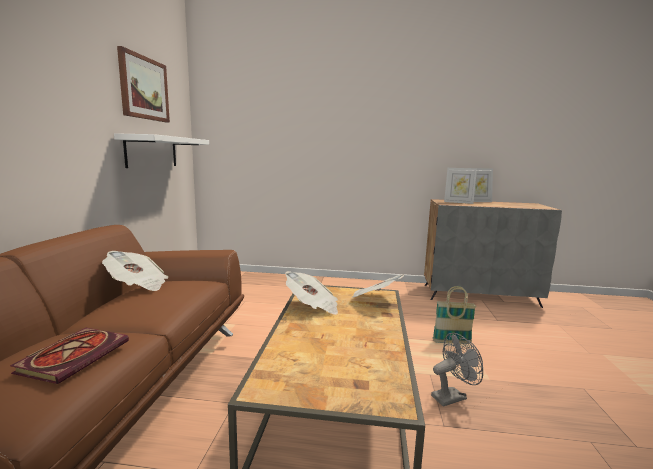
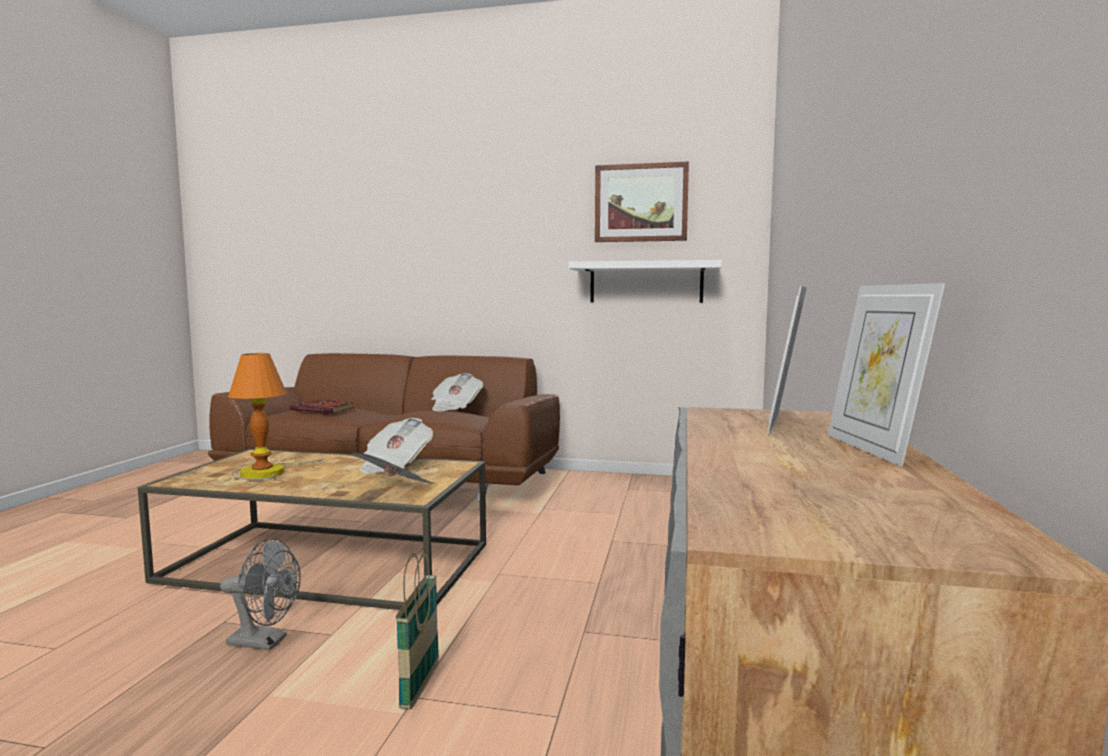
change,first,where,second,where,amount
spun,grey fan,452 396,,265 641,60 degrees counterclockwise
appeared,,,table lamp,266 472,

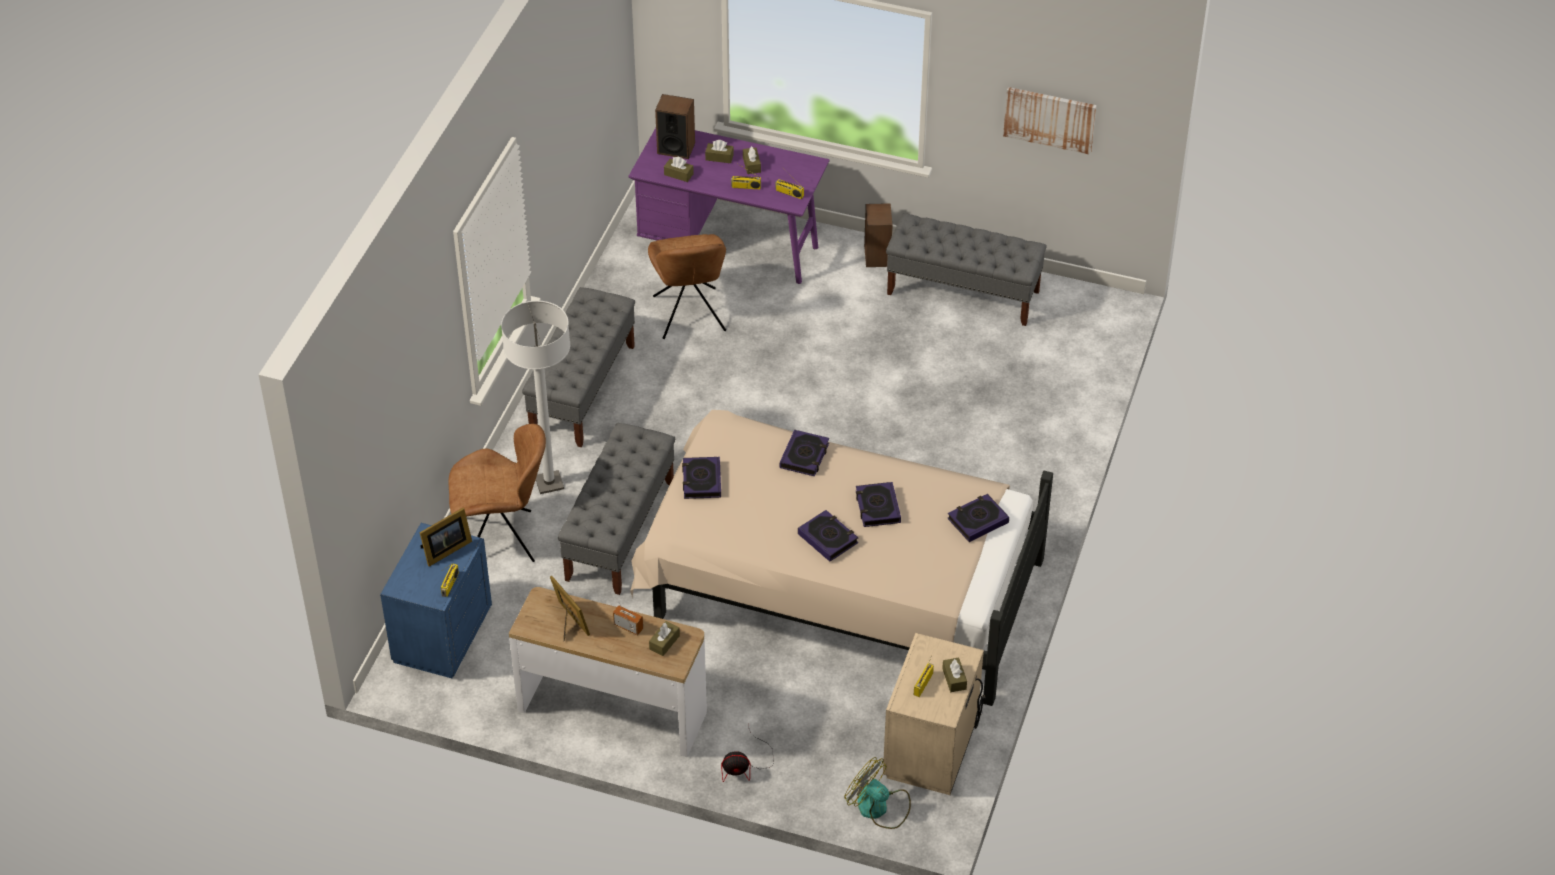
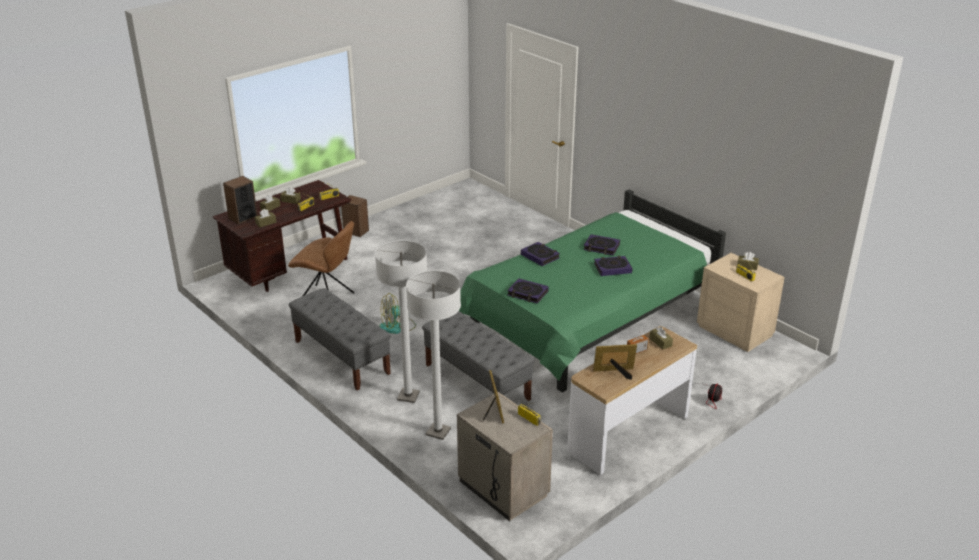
change,first,where,second,where,amount
colour,blue nightstand,441 635,beige nightstand,502 489,
exchanged,brown chair,502 539,white floor lamp,438 432,
colour,purple desk,731 247,brown desk,290 270,
colour,beige bed,836 585,green bed,589 321,
relocated,fan,879 807,,397 327,
missing,grey bench,963 292,,,
missing,book,977 520,,,
missing,picture,1049 119,,,

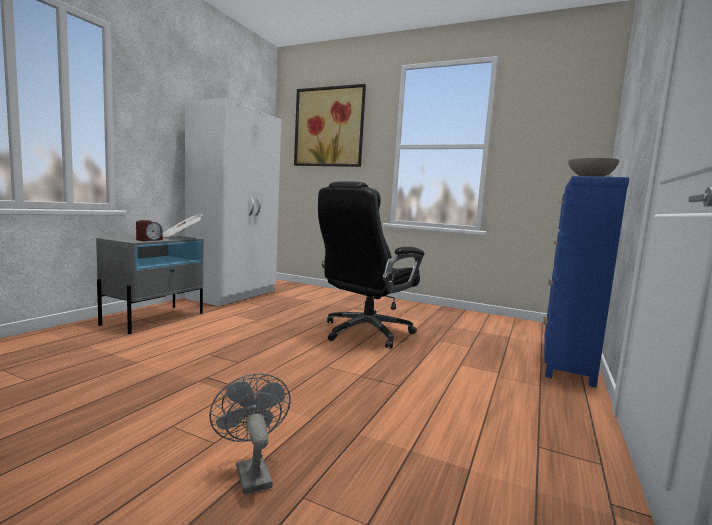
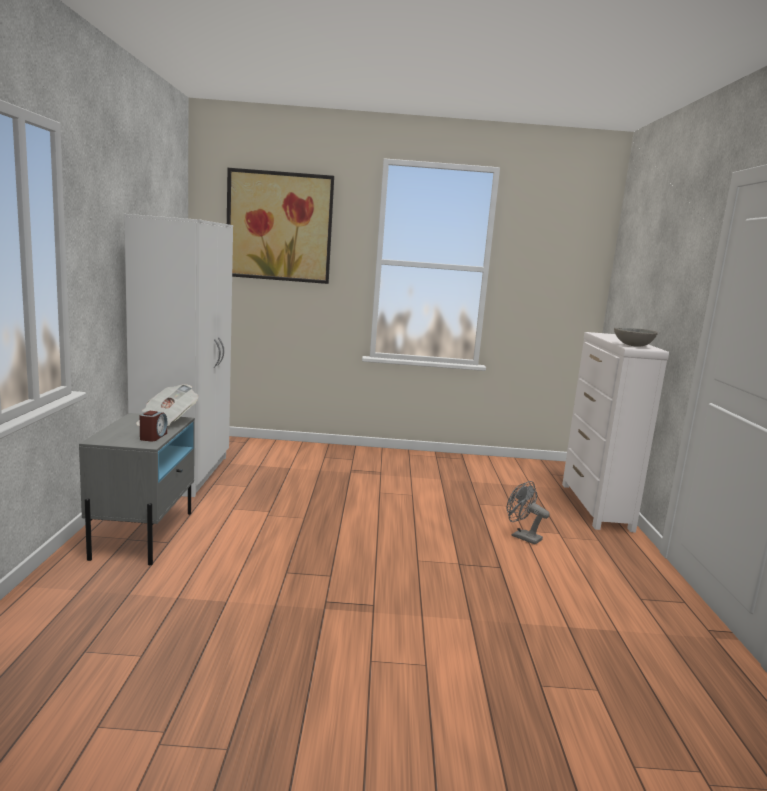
change,first,where,second,where,amount
relocated,grey fan,251 472,,522 537,
missing,black office chair,365 332,,,
colour,blue dresser,566 360,white dresser,595 506,

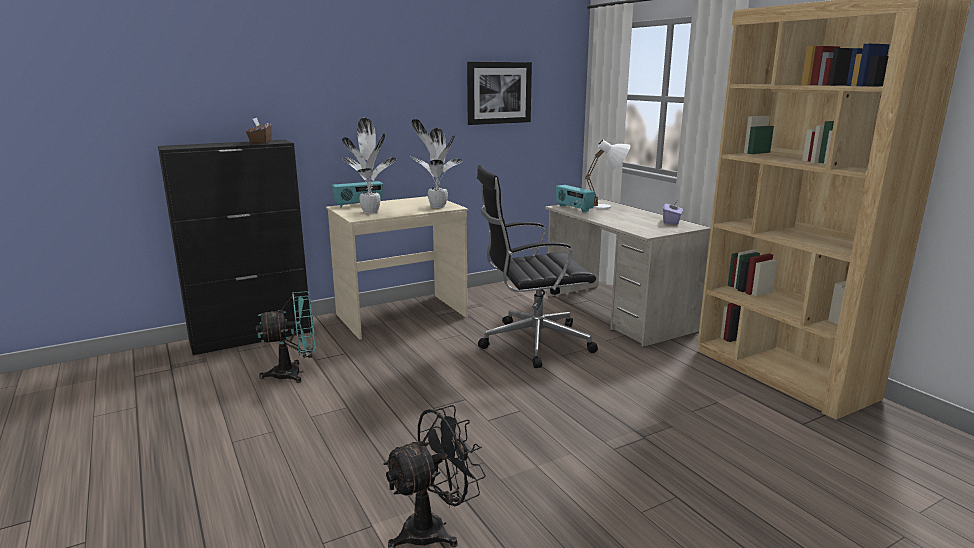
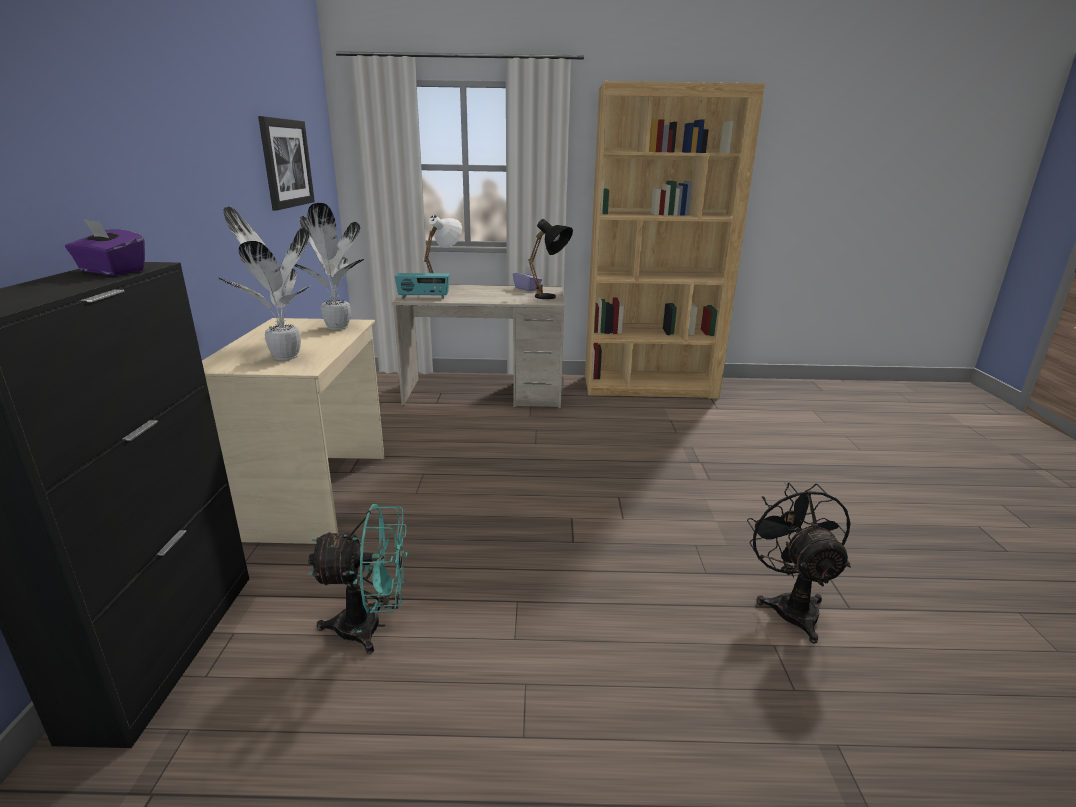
change,first,where,second,where,amount
colour,brown tissue box,260 142,purple tissue box,111 271,
spun,turquoise fan,294 373,,371 626,75 degrees clockwise
missing,radio,359 205,,,
missing,black office chair,532 342,,,
appeared,,,black table lamp,551 298,

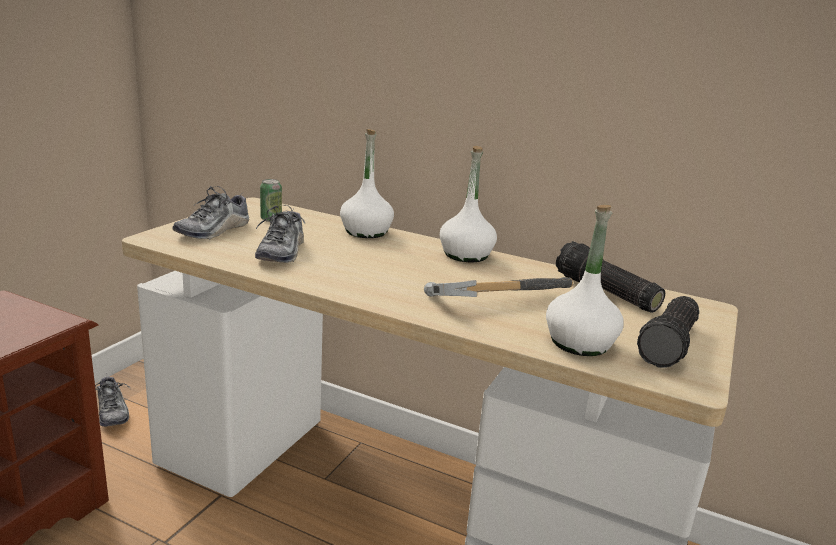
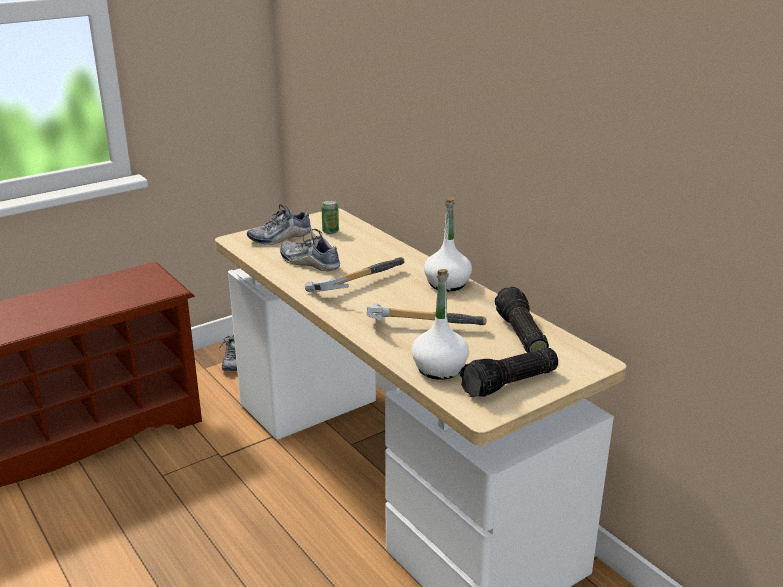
change,first,where,second,where,amount
spun,shoe,282 252,,309 262,90 degrees clockwise
missing,white bottle,366 232,,,
appeared,,,hammer,354 284,

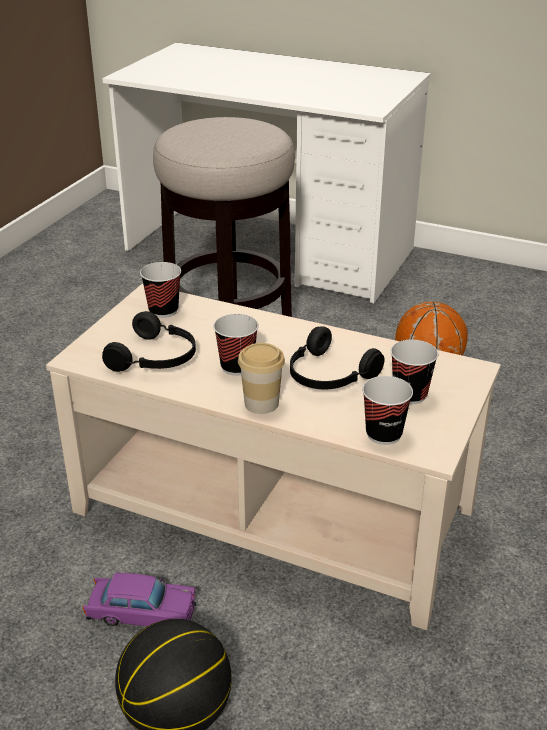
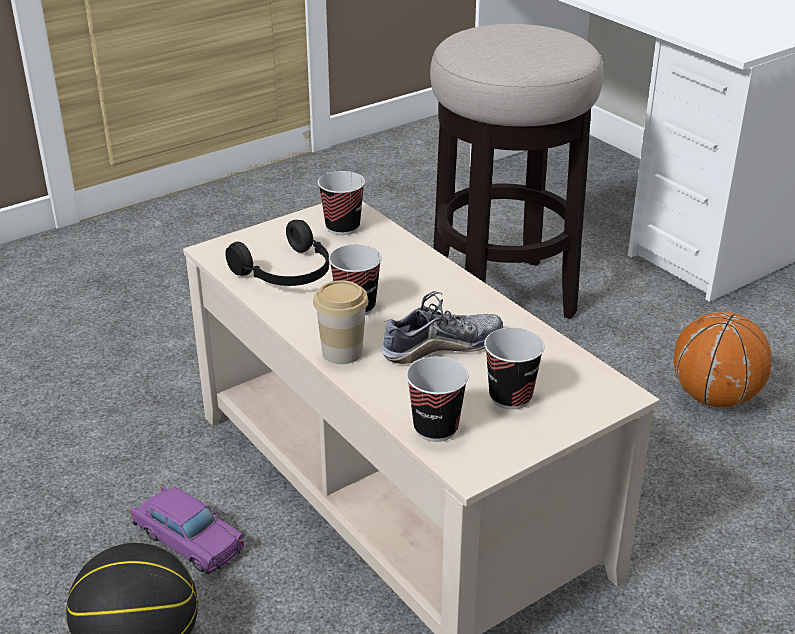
change,first,where,second,where,amount
exchanged,black headphones,328 376,shoe,441 346,

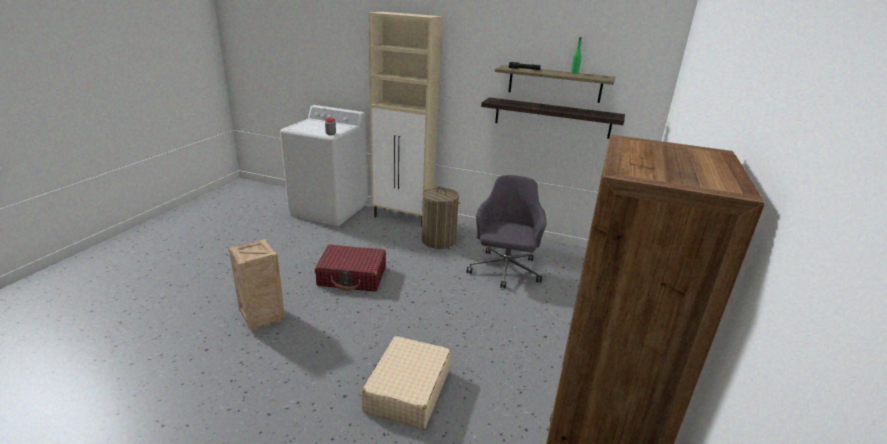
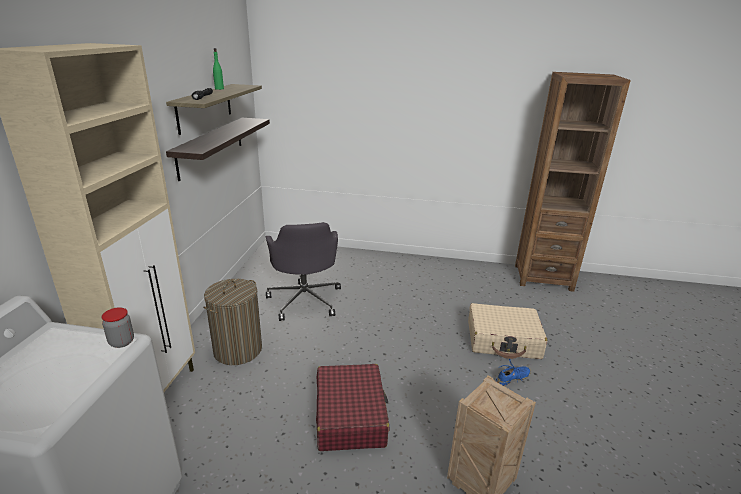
change,first,where,second,where,amount
spun,grey office chair,504 271,,305 299,105 degrees counterclockwise
appeared,,,blue shoe,512 379,

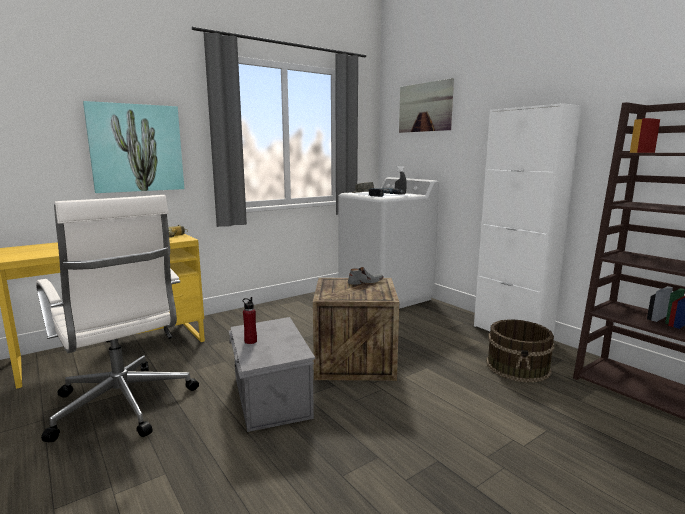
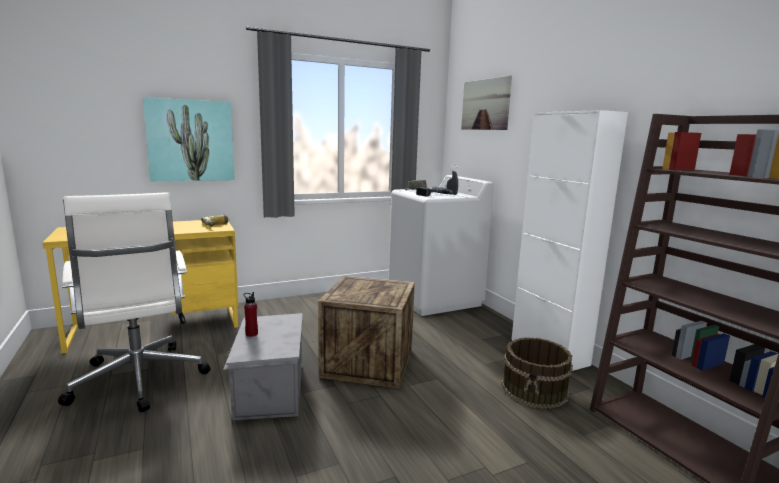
change,first,where,second,where,amount
missing,grey shoe,365 282,,,

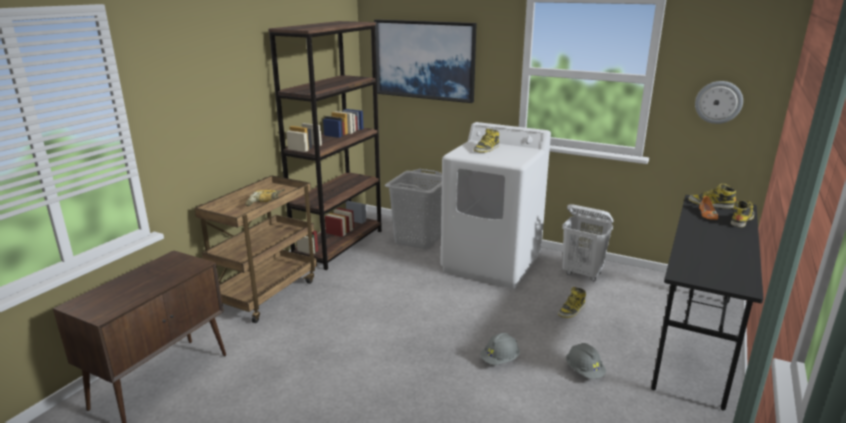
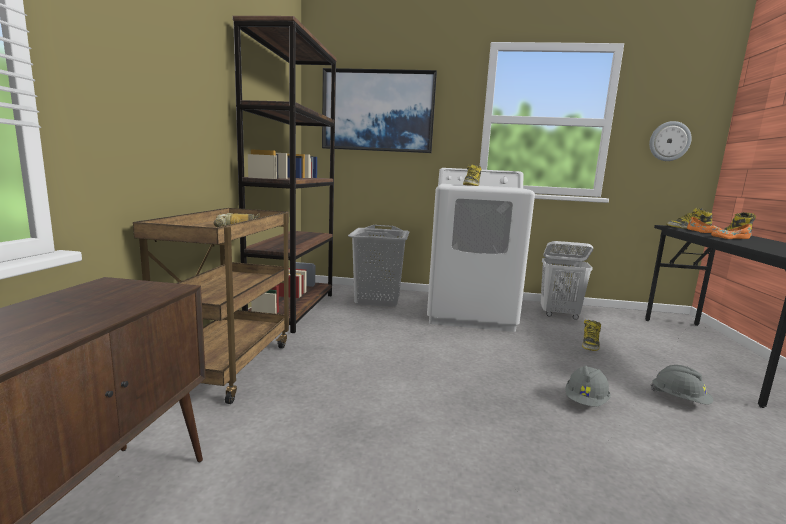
change,first,where,second,where,amount
appeared,,,orange shoe,729 238,

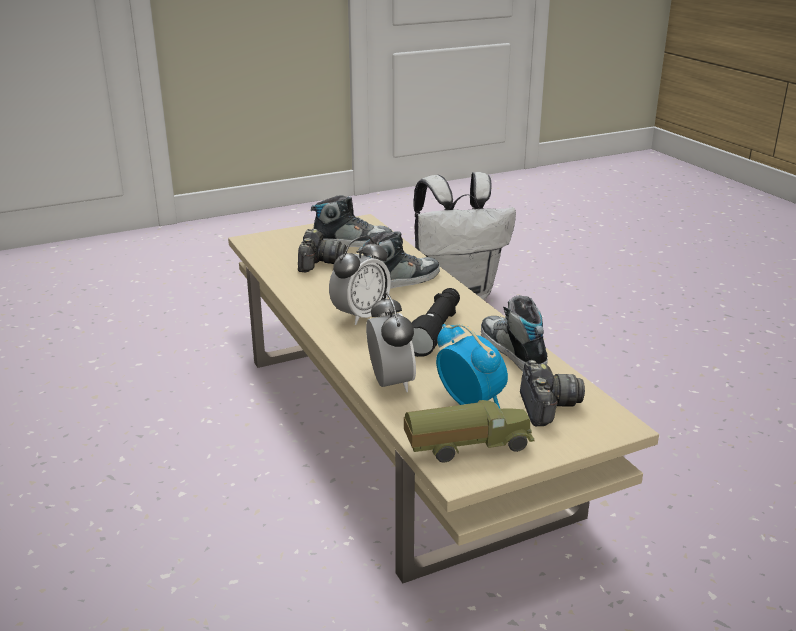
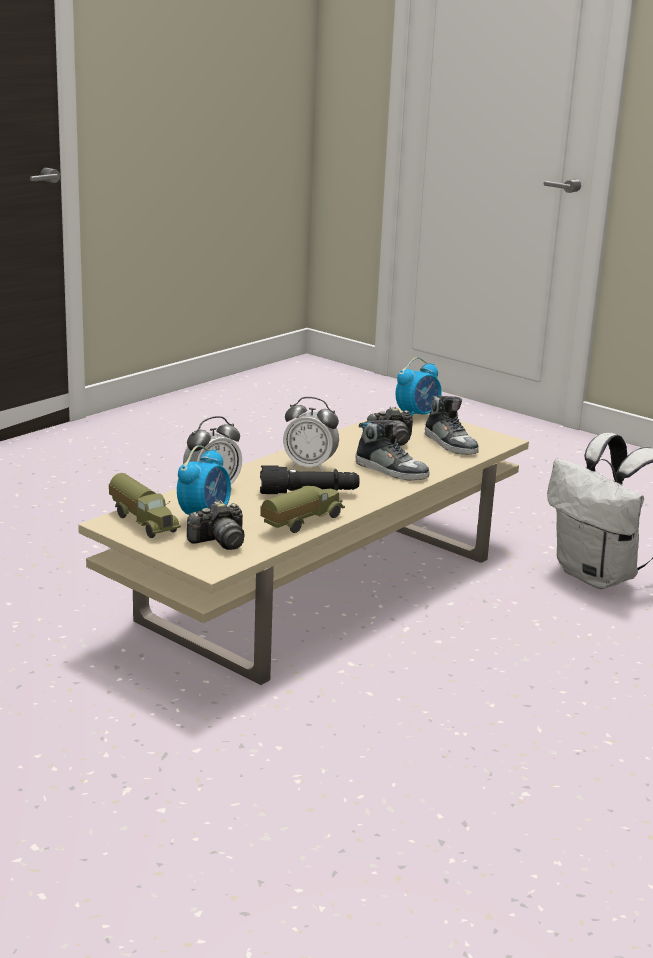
change,first,where,second,where,amount
exchanged,shoe,512 351,toy truck,301 522,
appeared,,,alarm clock,417 416,

